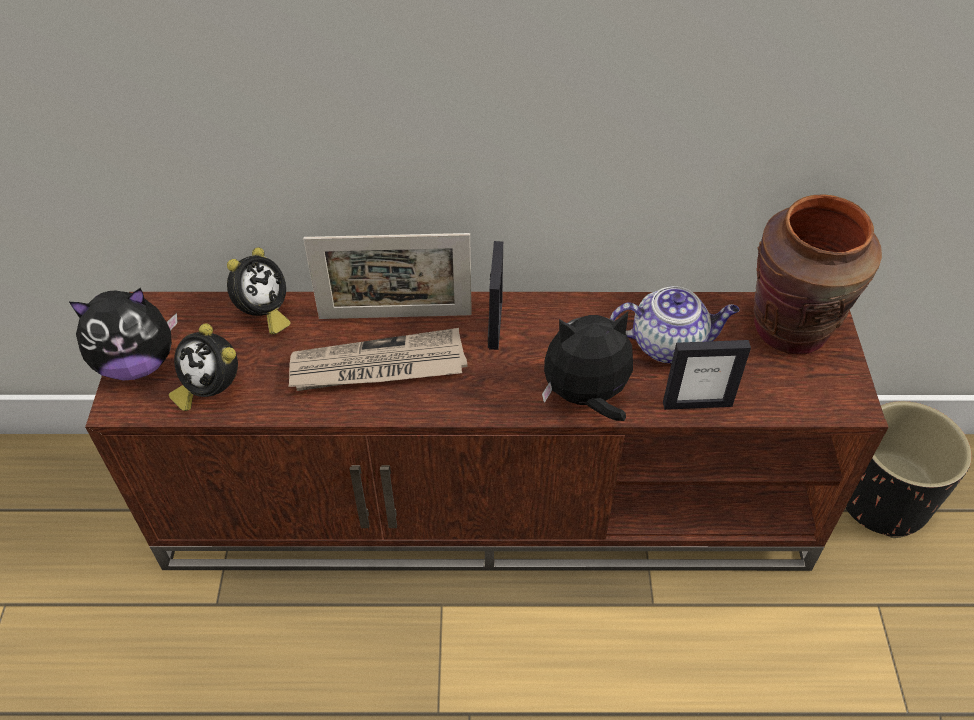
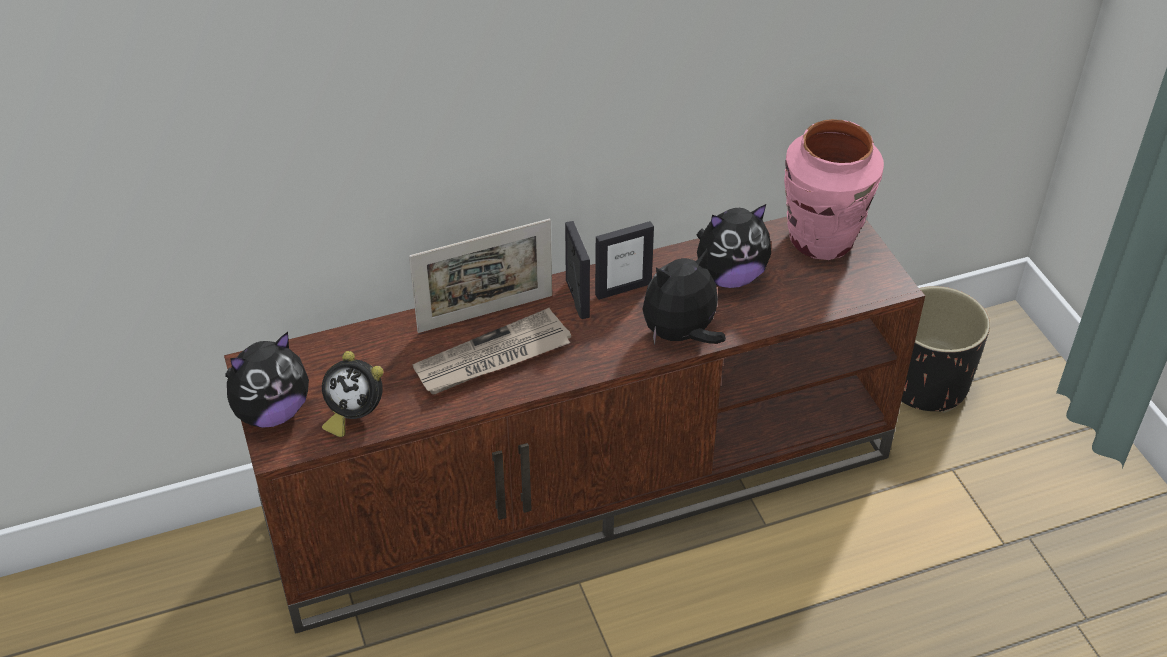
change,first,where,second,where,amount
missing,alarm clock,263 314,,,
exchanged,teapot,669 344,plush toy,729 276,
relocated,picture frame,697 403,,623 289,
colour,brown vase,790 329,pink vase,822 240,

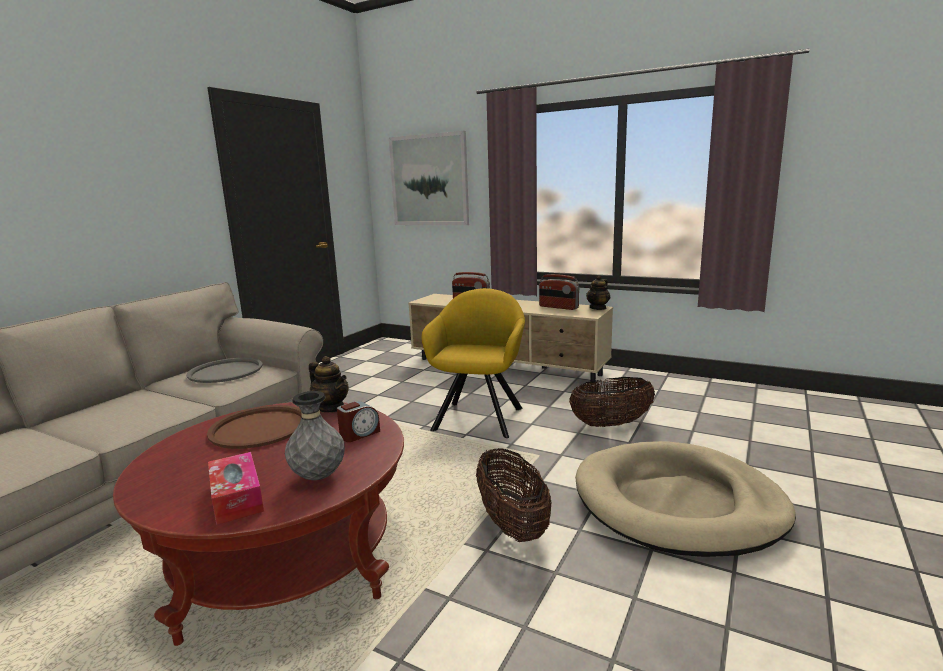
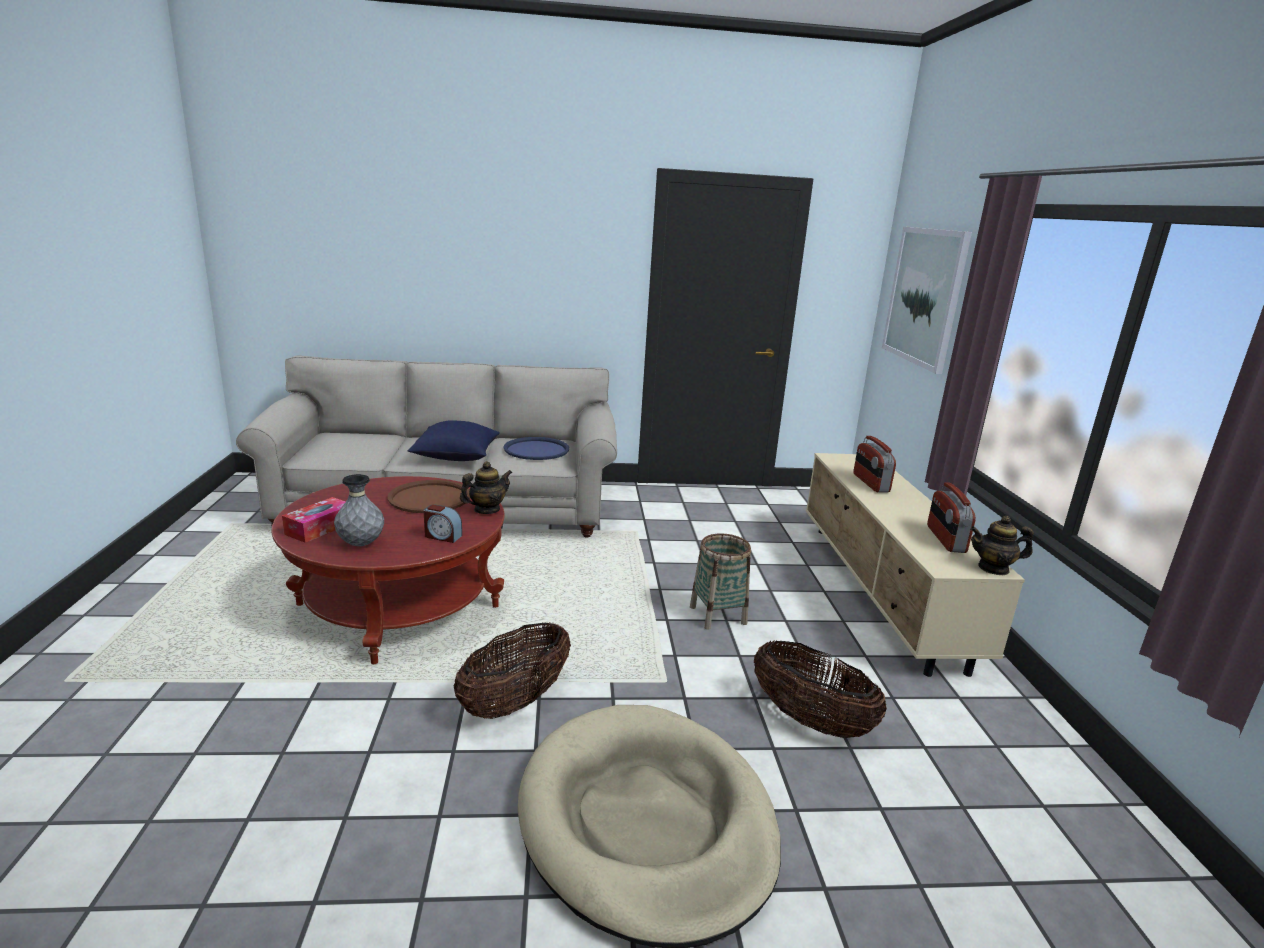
change,first,where,second,where,amount
colour,grey tray,225 371,blue tray,536 449,
spun,teapot,331 408,,486 510,135 degrees counterclockwise
exchanged,yellow armchair,480 416,basket,718 615,
appeared,,,blue pillow,455 457,

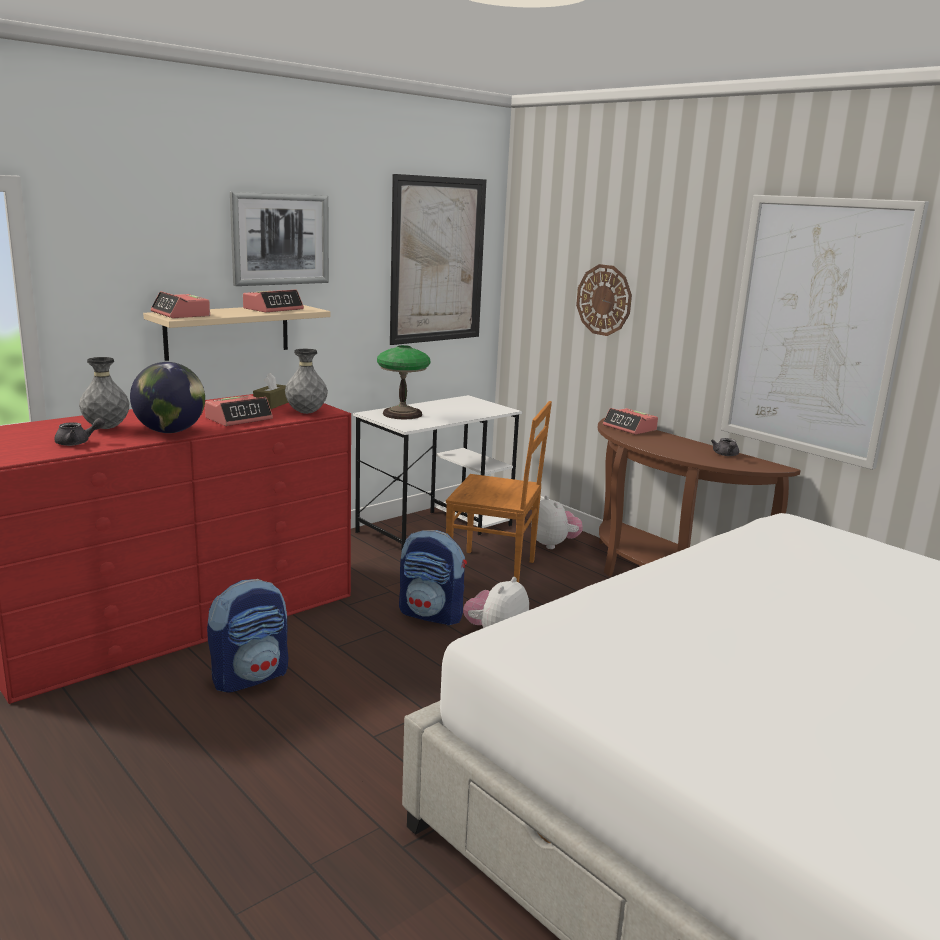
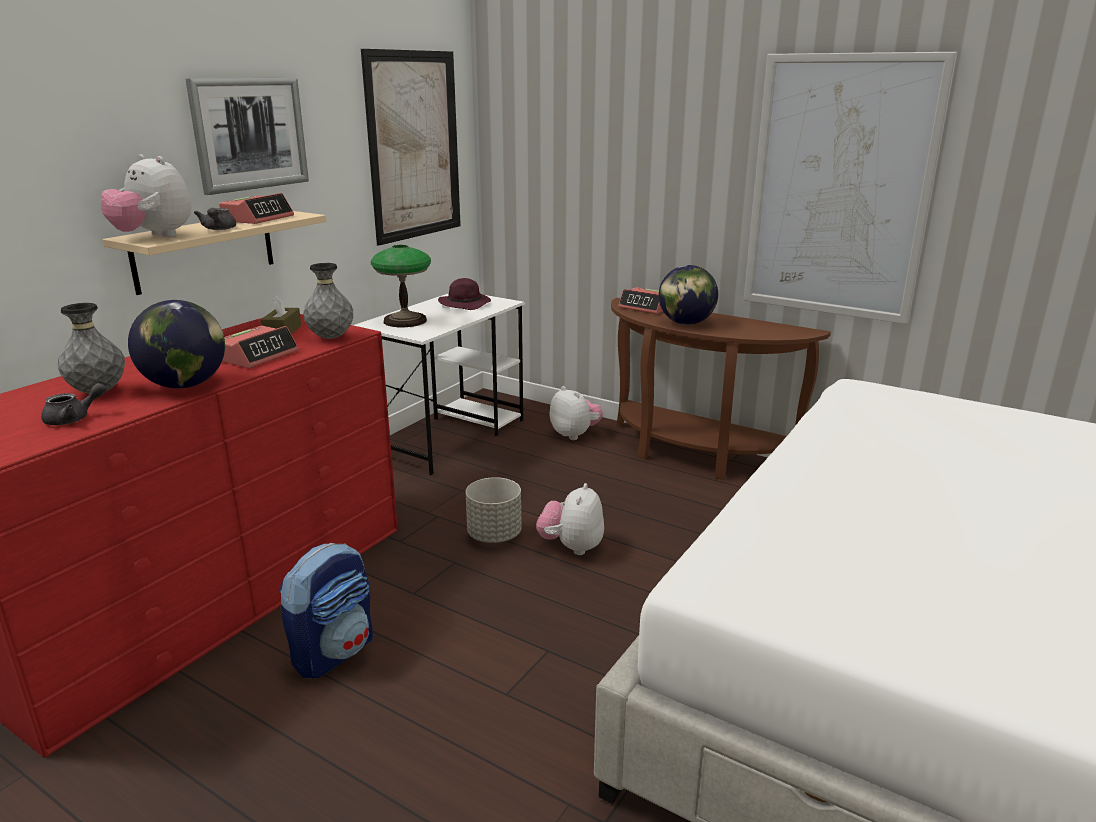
change,first,where,second,where,amount
exchanged,alarm clock,181 314,plush toy,154 236,
exchanged,backpack,432 614,grey planter,495 535,
missing,brown chair,494 572,,,
missing,wall clock,604 300,,,
relocated,grey teapot,726 455,,218 229,
appeared,,,purple hat,465 304,
appeared,,,globe,686 323,

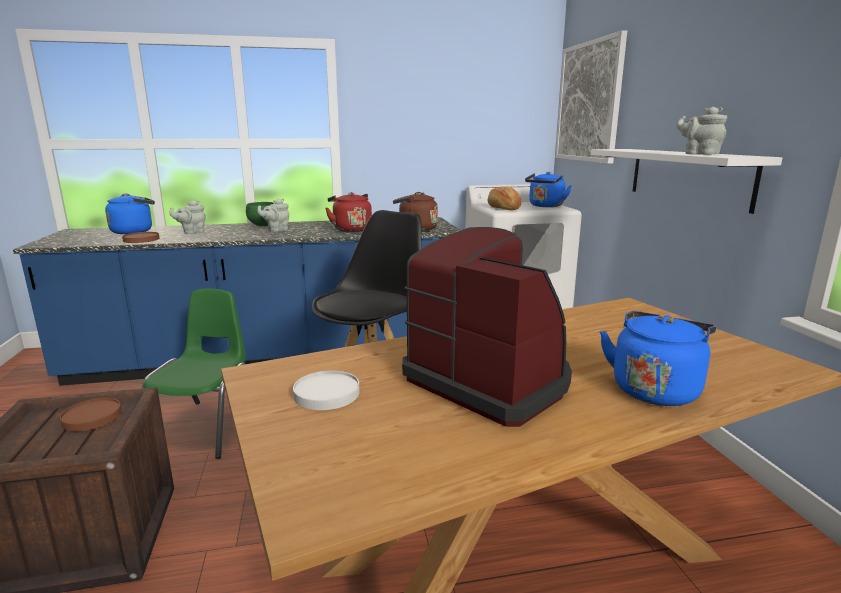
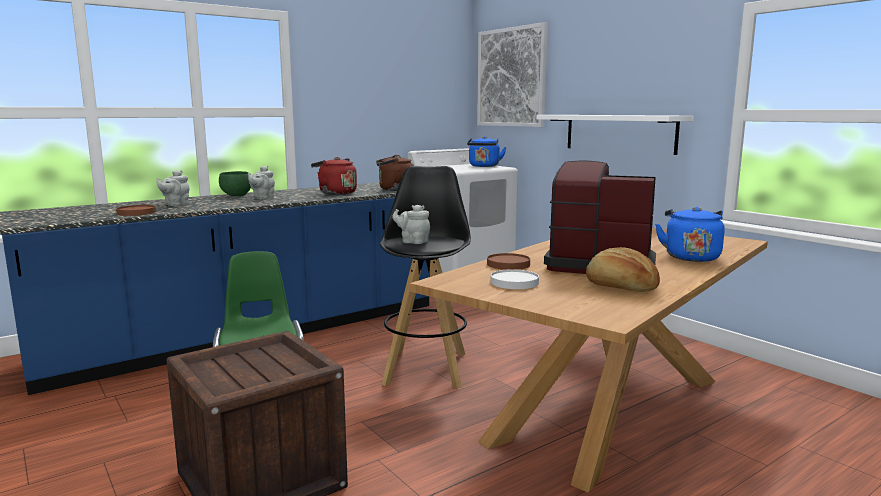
change,first,where,second,where,amount
relocated,brown plate,91 417,,508 264,
missing,blue kettle,135 231,,,
relocated,bread,503 208,,620 286,
relocated,grey teapot,699 154,,413 241,

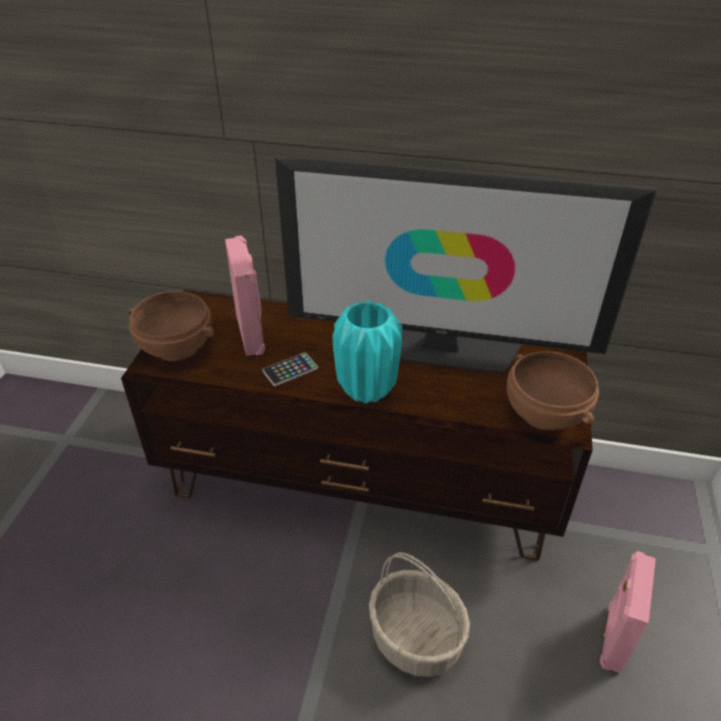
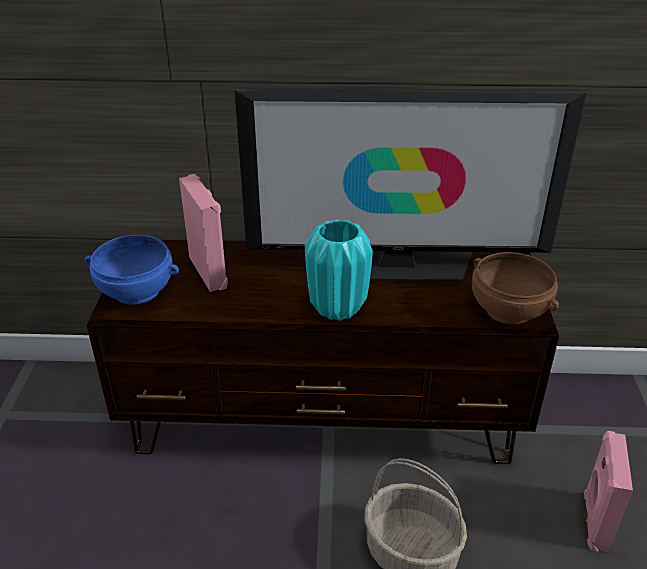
change,first,where,second,where,amount
colour,brown bowl,177 346,blue bowl,137 291,
missing,phone,290 370,,,

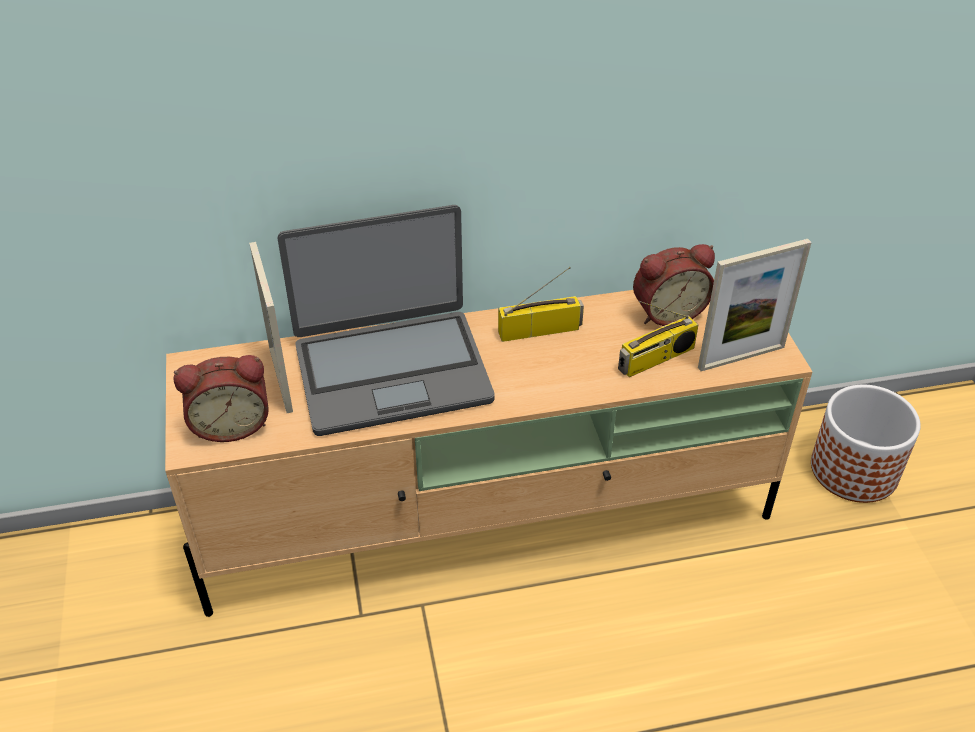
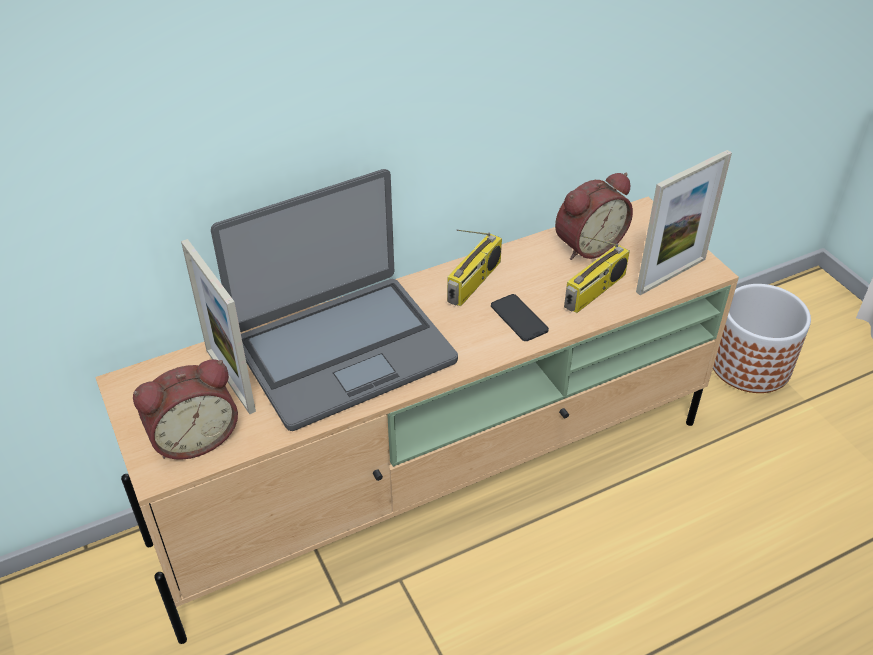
change,first,where,second,where,amount
spun,radio,540 329,,474 282,150 degrees clockwise
appeared,,,phone,519 318,

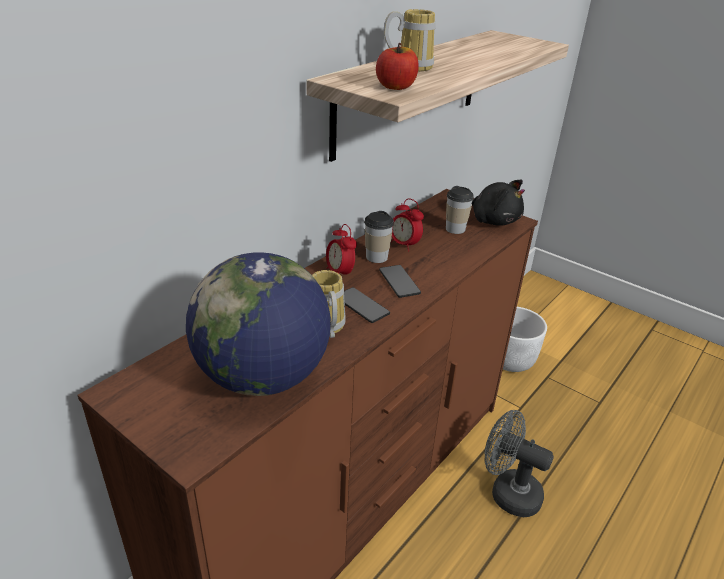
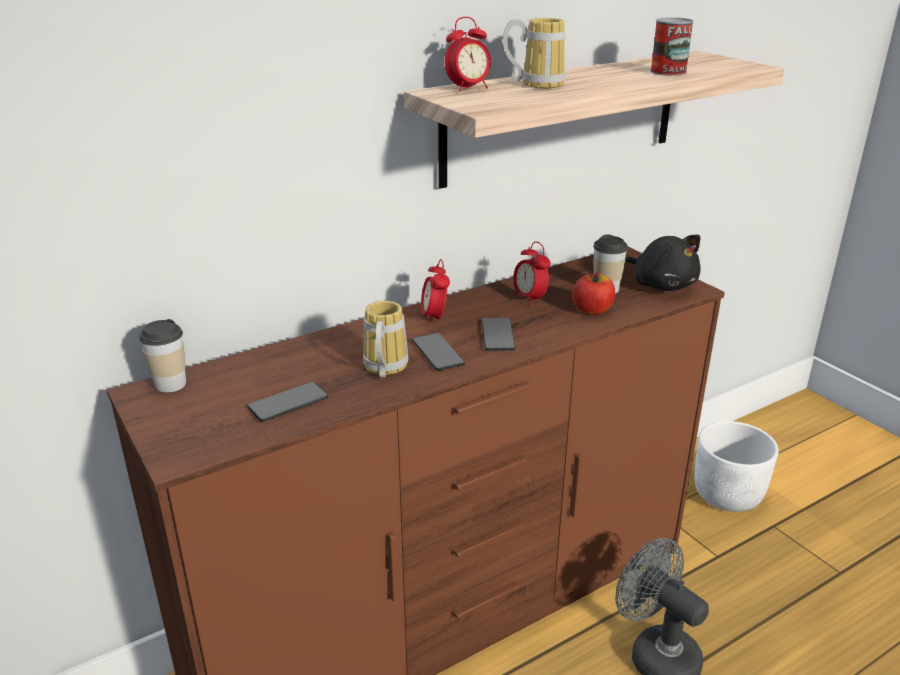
change,first,where,second,where,amount
exchanged,globe,263 377,phone,288 403,
relocated,cup,376 257,,170 384,
relocated,apple,396 87,,592 310,
appeared,,,alarm clock,468 89,
appeared,,,can,668 72,

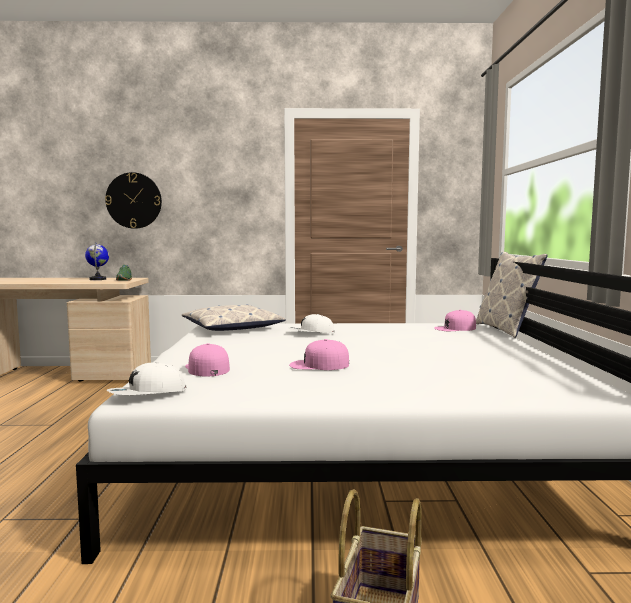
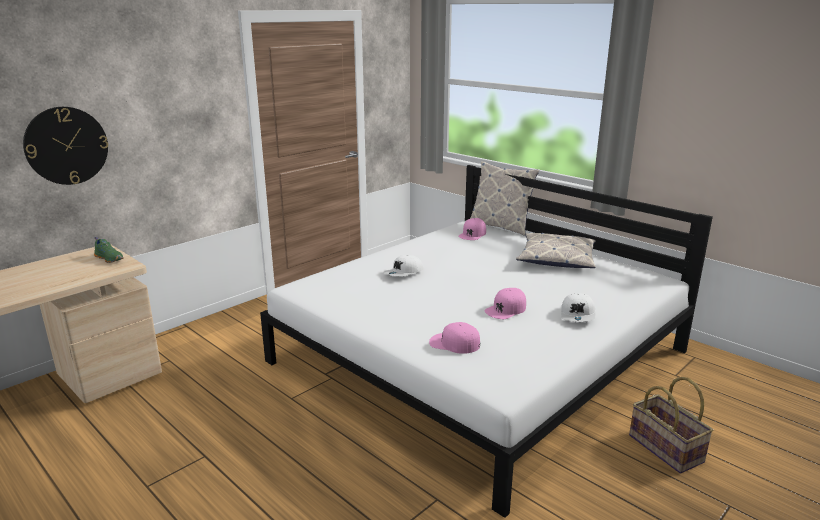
change,first,where,second,where,amount
missing,globe,98 279,,,
relocated,white cap,147 394,,578 315,
relocated,pillow,232 328,,556 259,

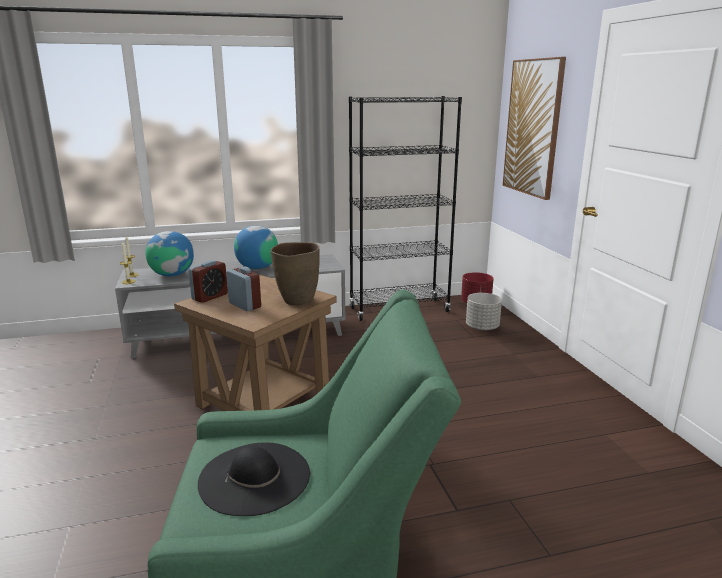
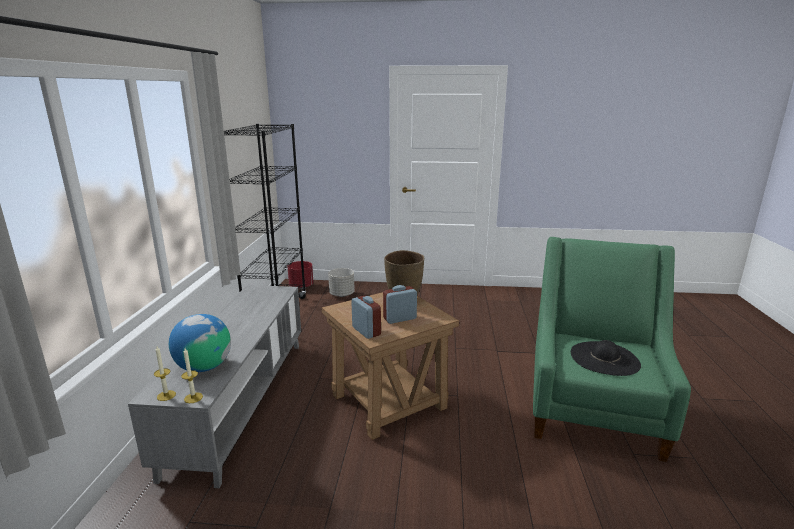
change,first,where,second,where,amount
missing,globe,257 268,,,
missing,picture,533 127,,,

